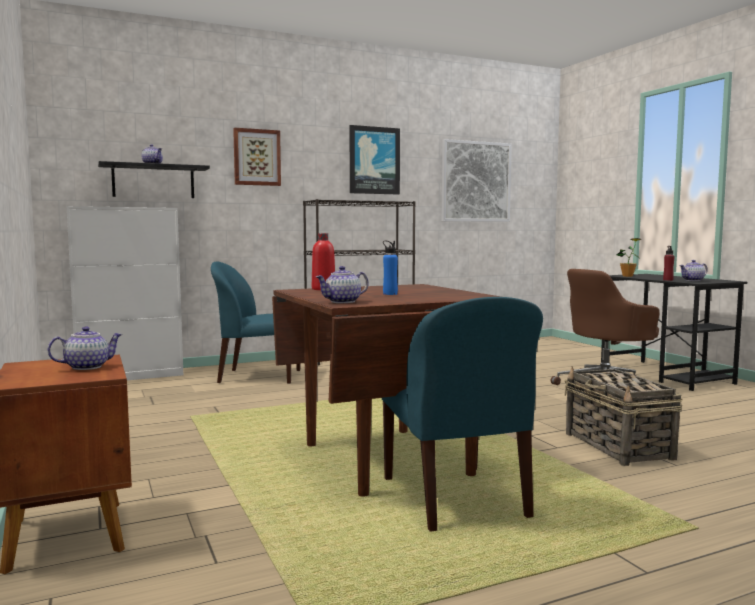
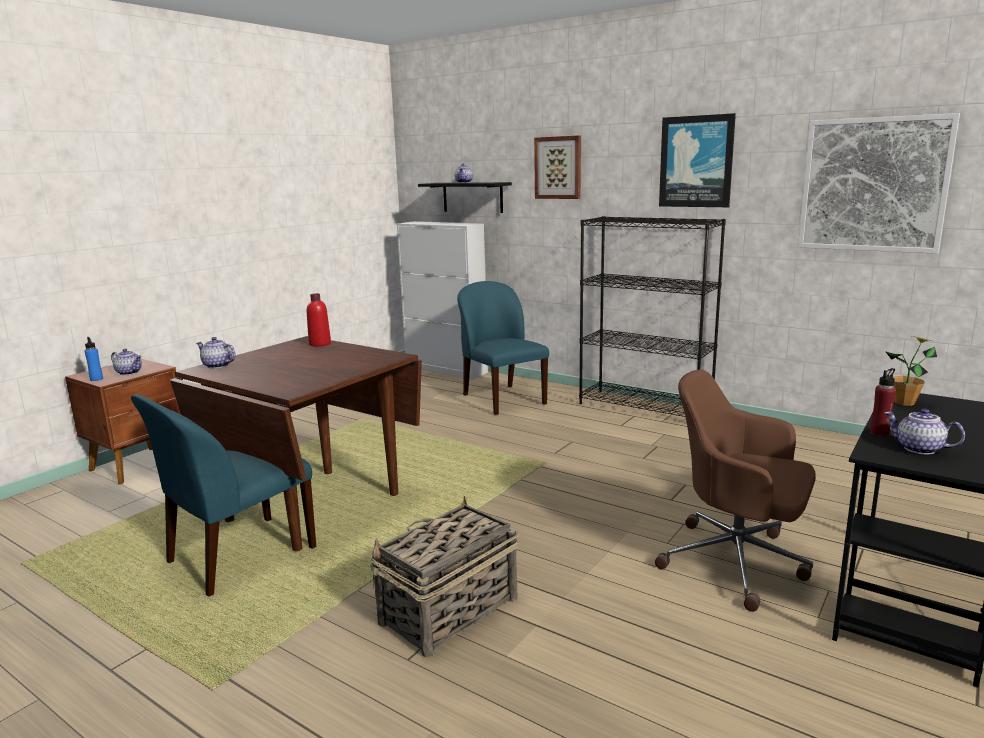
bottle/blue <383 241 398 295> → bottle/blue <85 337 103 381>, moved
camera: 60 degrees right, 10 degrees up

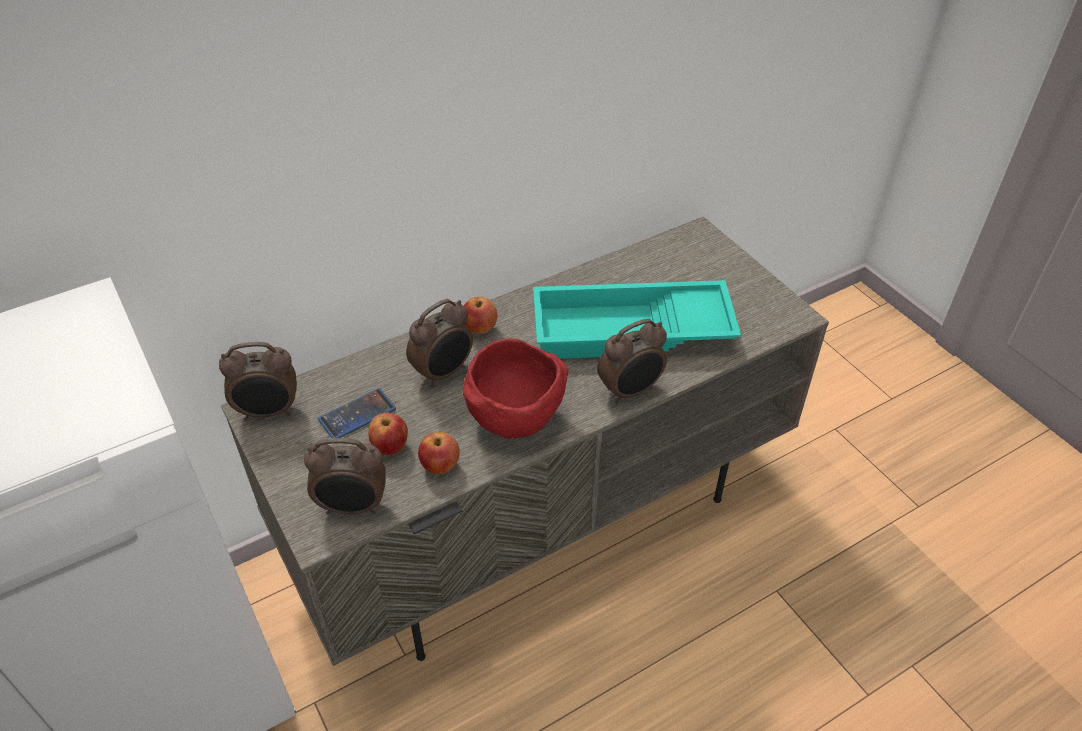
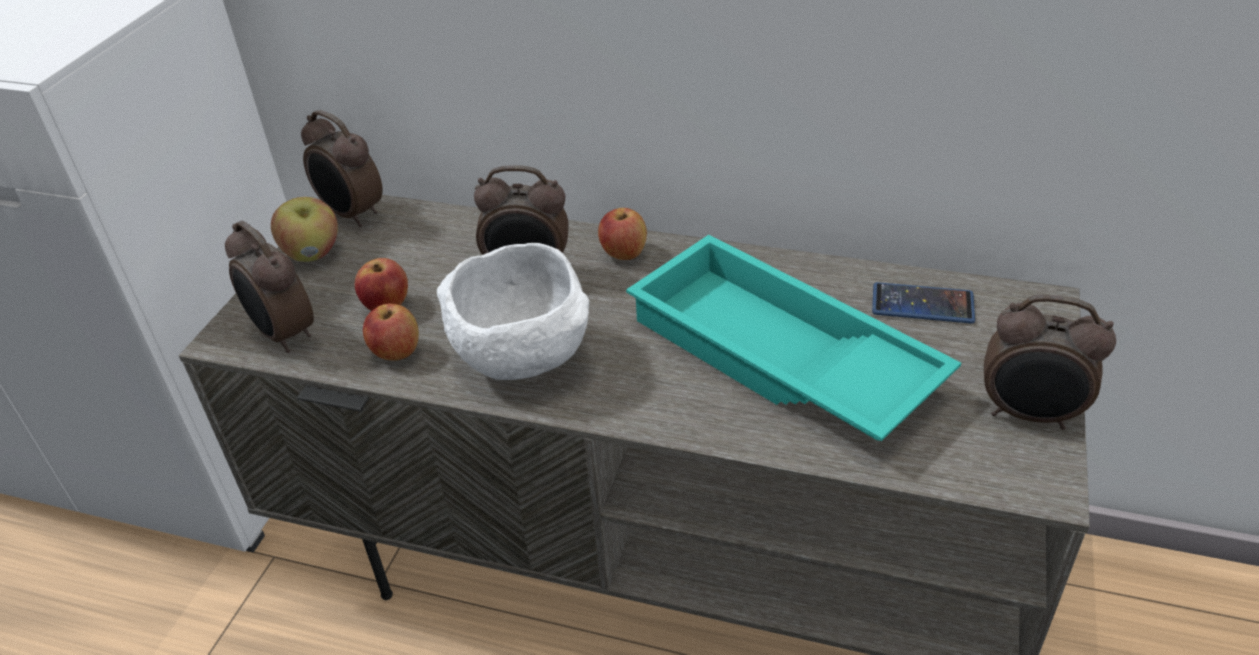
- → apple <271 197 338 262>
deep dish/red <462 338 568 438> → deep dish/white-coloured <437 243 589 380>
handset <318 388 396 438> → handset <872 282 975 324>, moved
table clock <597 319 667 404> → table clock <984 294 1116 430>, moved
camera: 50 degrees right, 5 degrees down

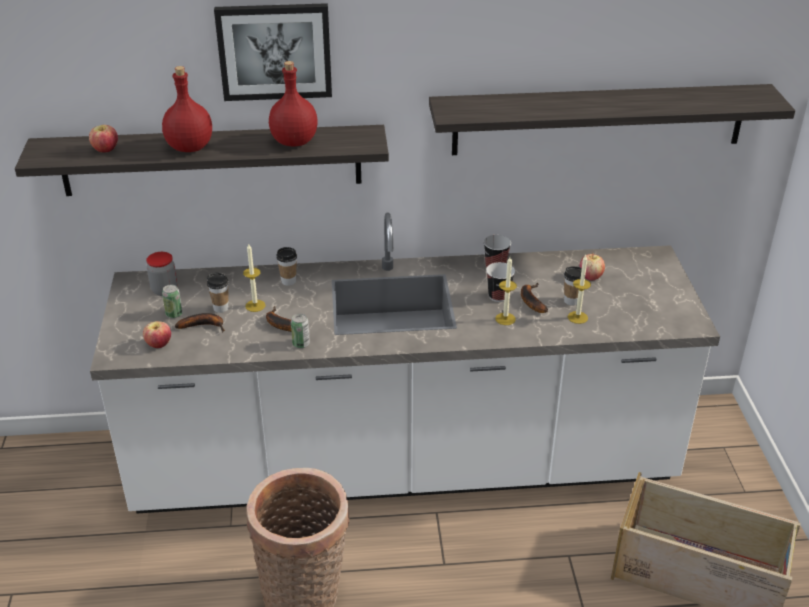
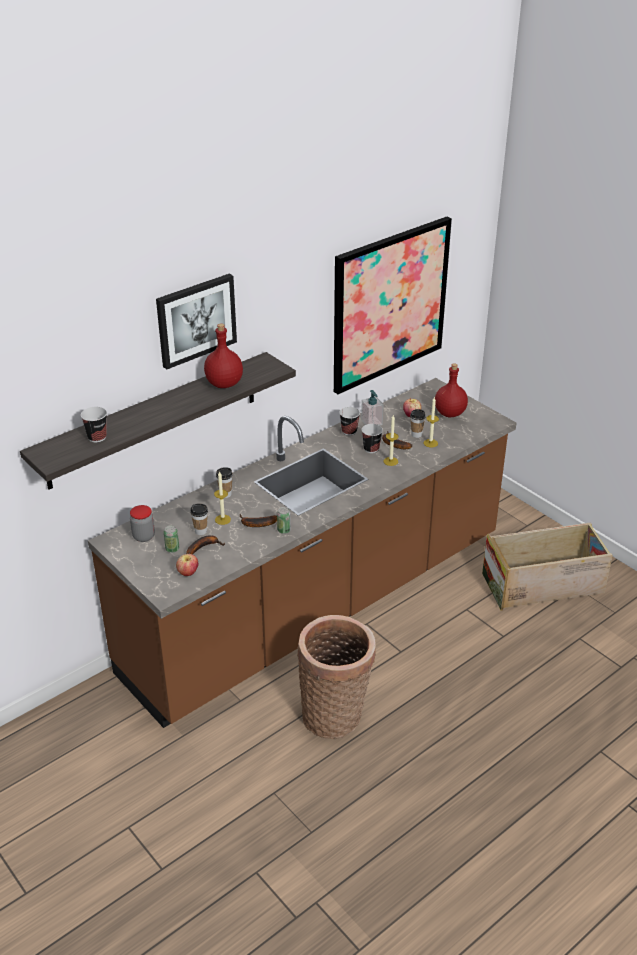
apple <89 125 118 153> → cup <81 407 107 442>
counter/white-coloured <90 212 720 513> → counter/brown <88 378 516 728>
wall shelf <429 84 795 155> → picture <334 217 452 394>
- → liquid soap bottle <361 390 384 426>
bottle/red <162 66 212 152> → bottle/red <435 363 468 417>, moved
camera: 35 degrees left, 0 degrees up

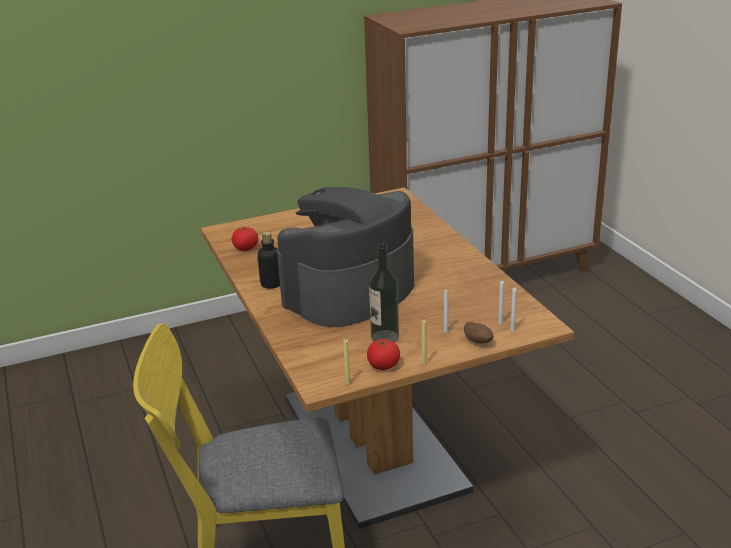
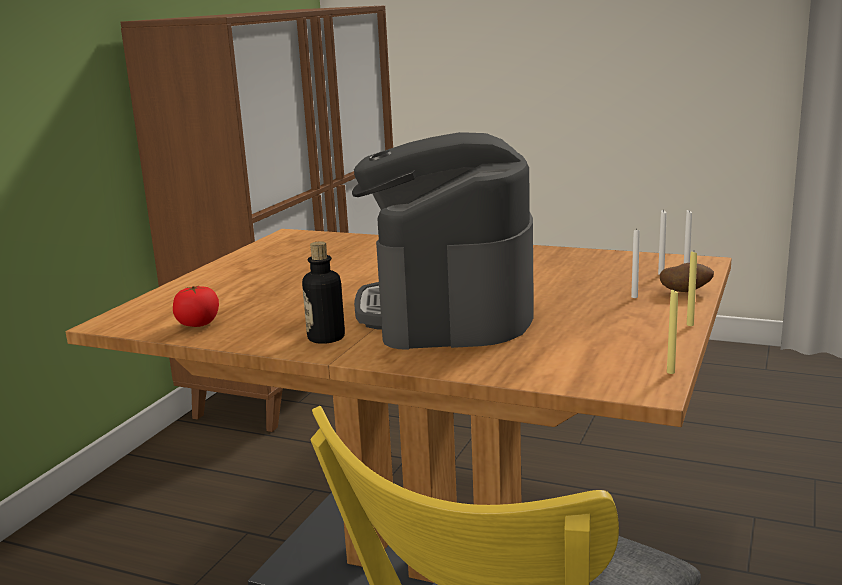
tomato <367 339 400 370> → -
bottle <369 244 399 342> → -
camera: 45 degrees left, 10 degrees down

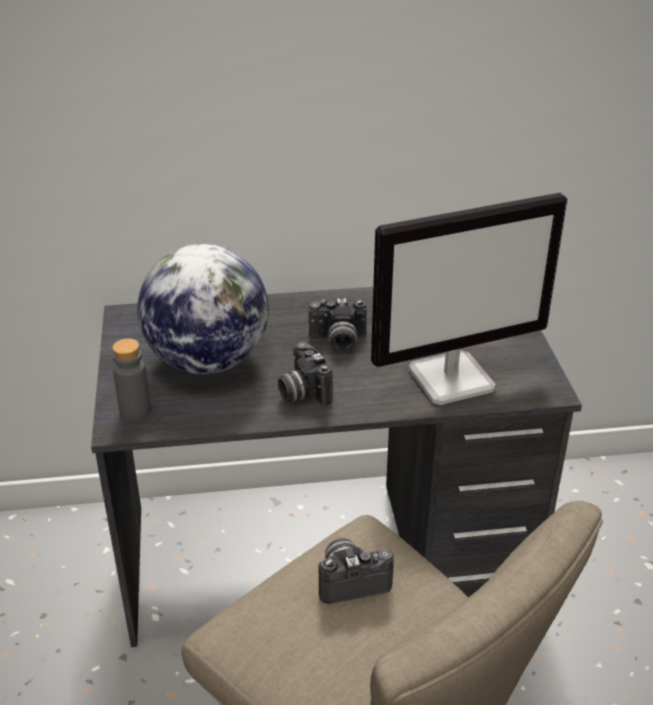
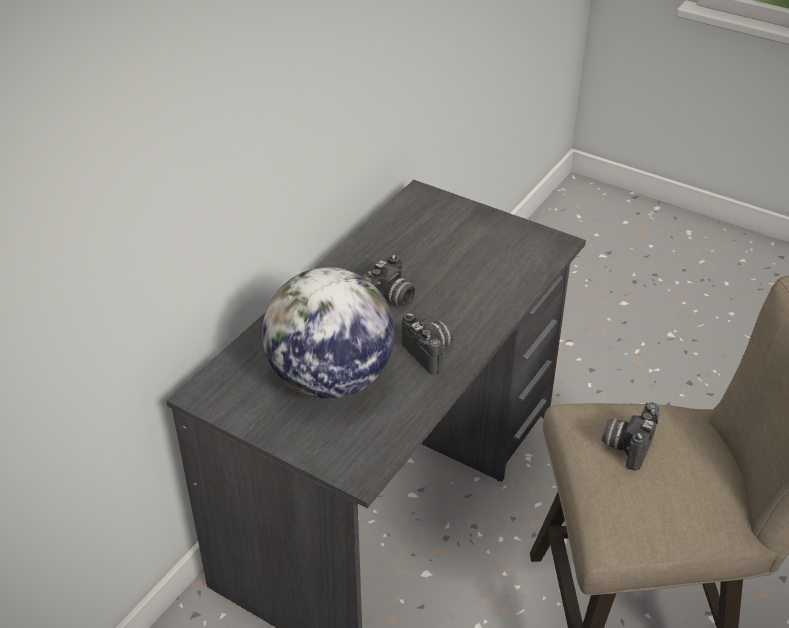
photo camera <278 342 333 406> → photo camera <401 312 454 375>, 135 degrees counterclockwise
bottle/grey <112 338 151 421> → -
computer display <371 193 567 405> → -
camera: 50 degrees left, 5 degrees up

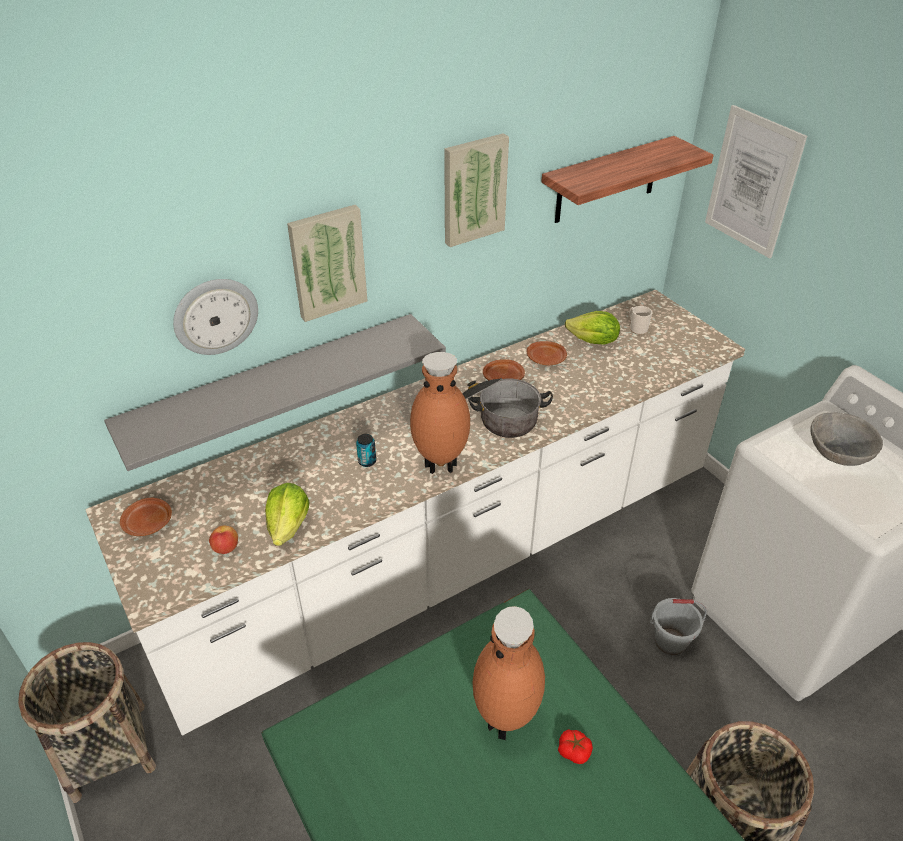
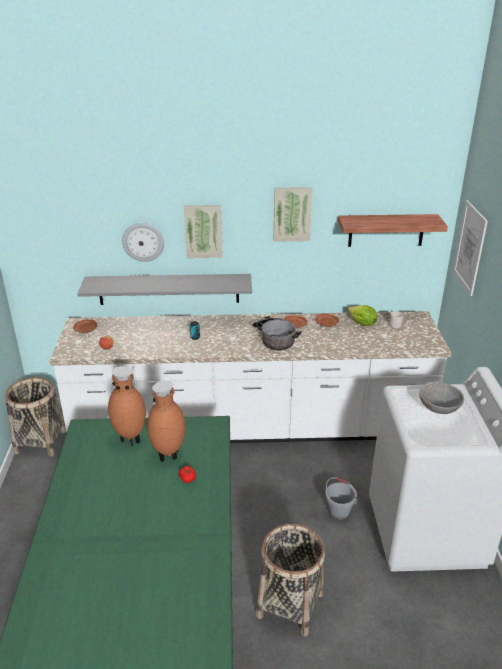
vase/brown <410 352 470 474> → vase/brown <108 366 146 446>, moved
lettuce <265 483 310 546> → -
camera: 30 degrees right, 10 degrees down

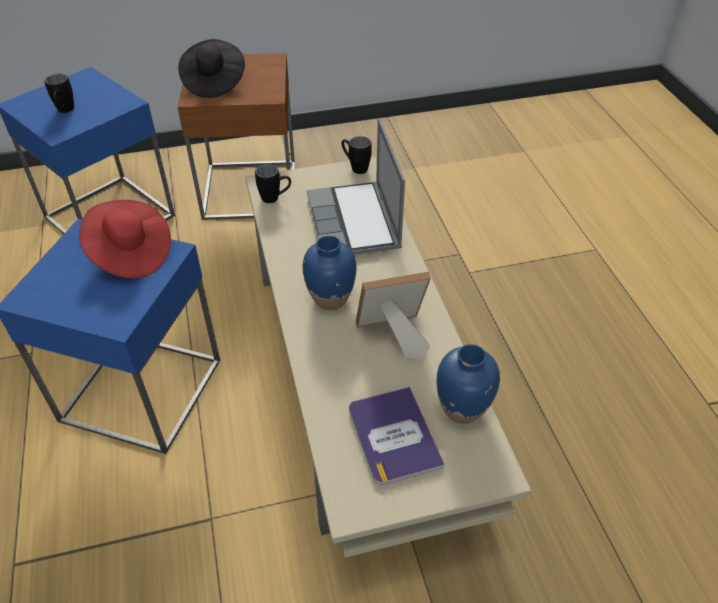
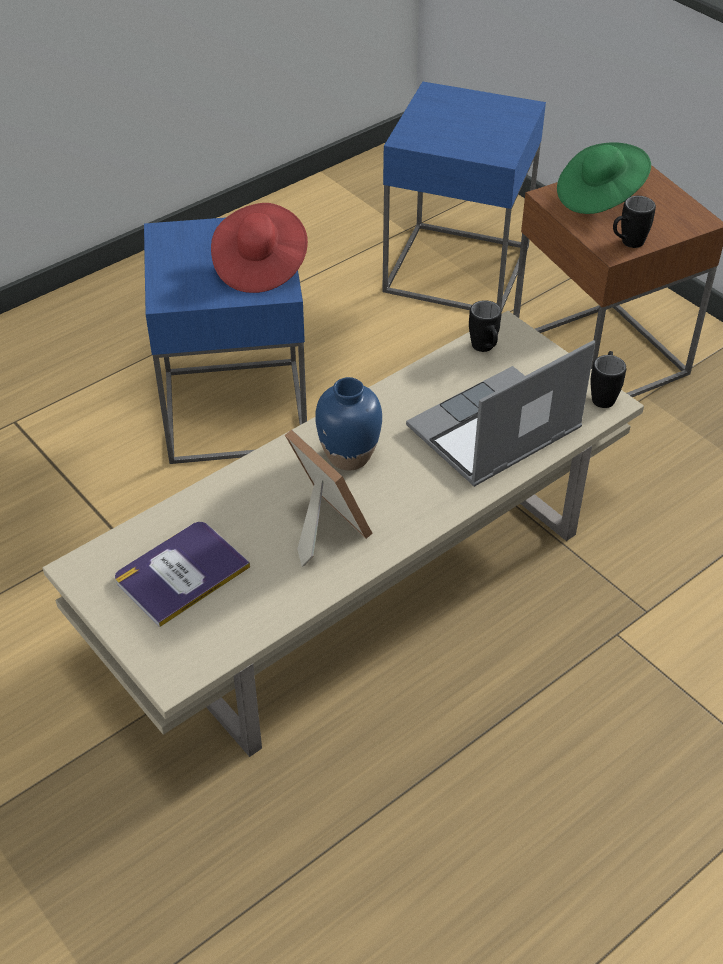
hat/black-coloured <178 39 245 98> → hat/greenish <557 142 651 214>
tea mug/black-coloured <44 74 74 113> → tea mug/black-coloured <613 196 656 248>, moved
vase/blue <436 344 500 424> → -
camera: 65 degrees right, 0 degrees up

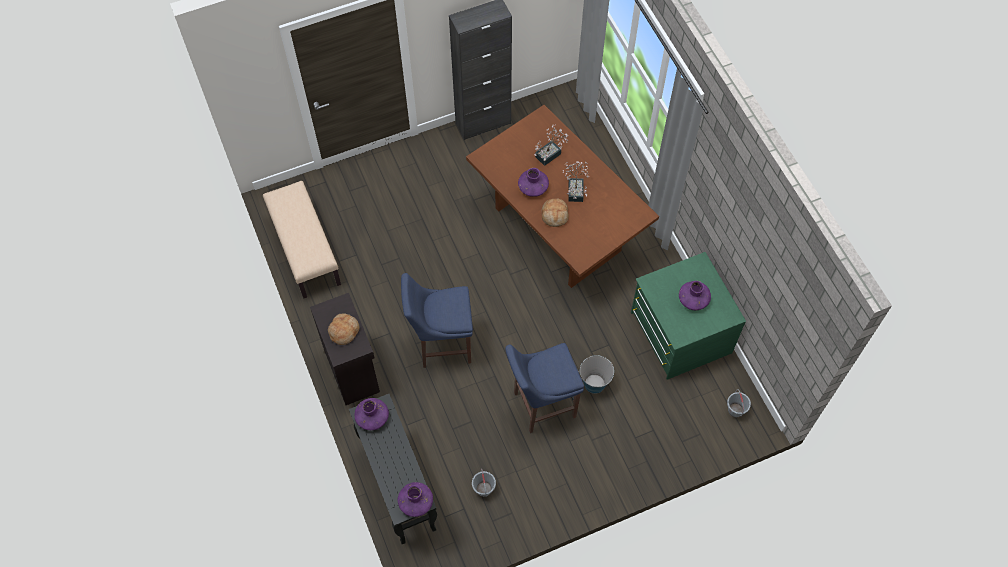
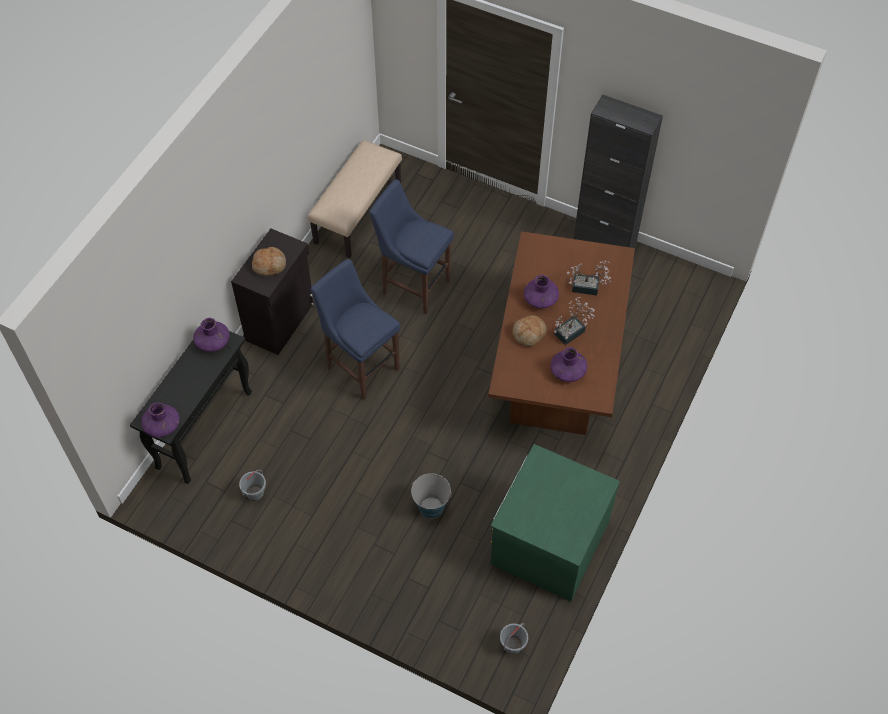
sitting stool/blue <505 343 584 433> → sitting stool/blue <369 179 454 314>, moved
vase/purple <679 281 711 310> → vase/purple <551 347 587 382>, moved
camera: 50 degrees right, 5 degrees down

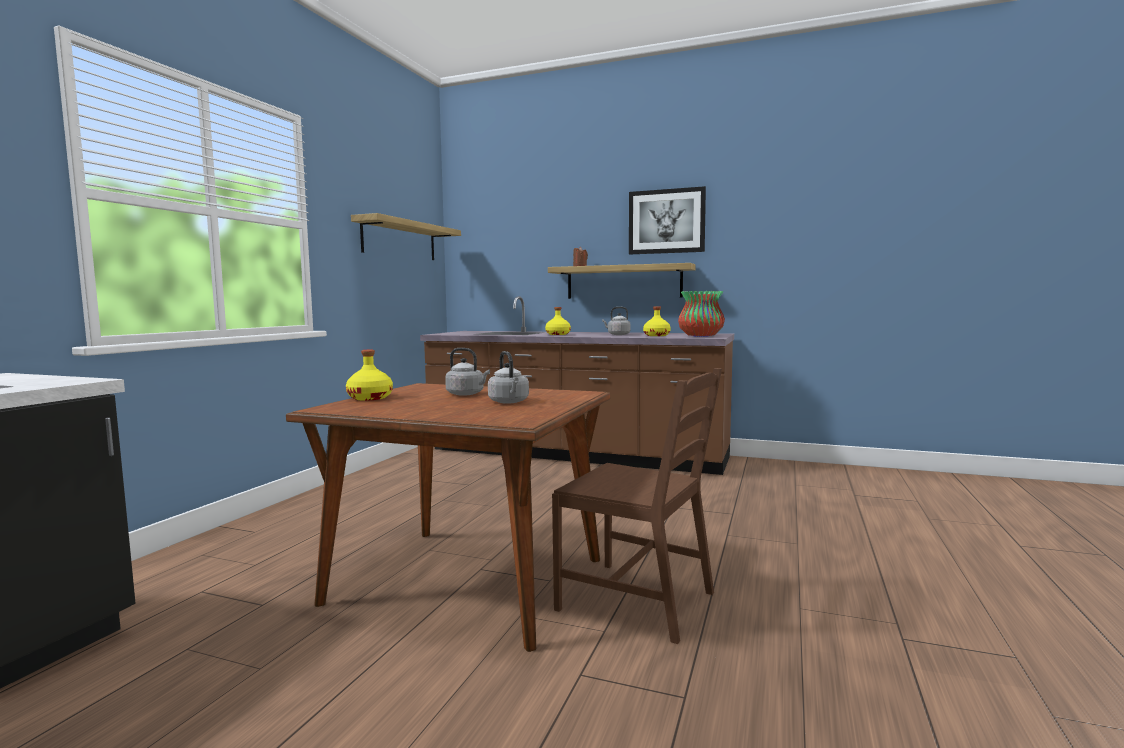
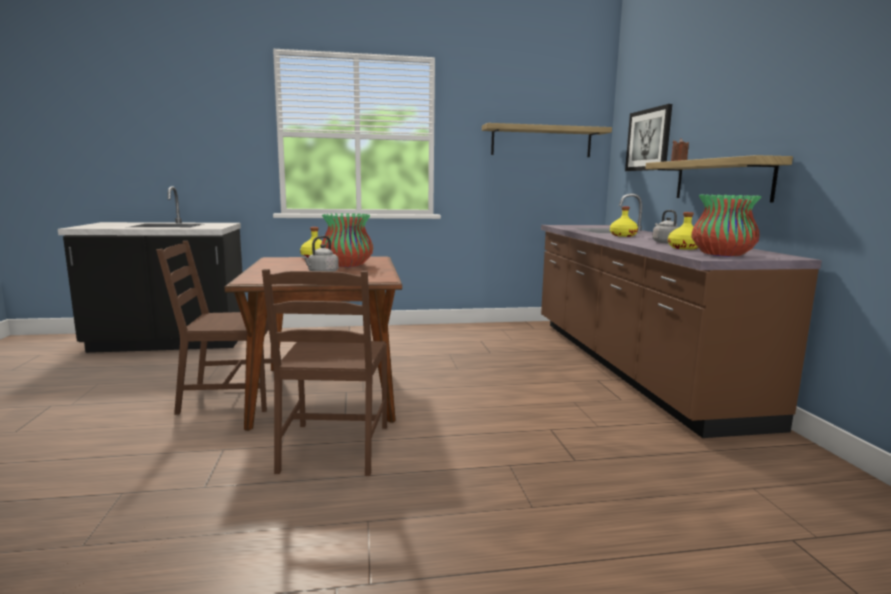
- → upright chair/brown <156 241 276 415>
tea kettle/grey <445 348 490 396> → vase <321 213 373 267>
picture <629 186 706 254> → picture <625 104 672 171>, moved
camera: 60 degrees right, 5 degrees up

